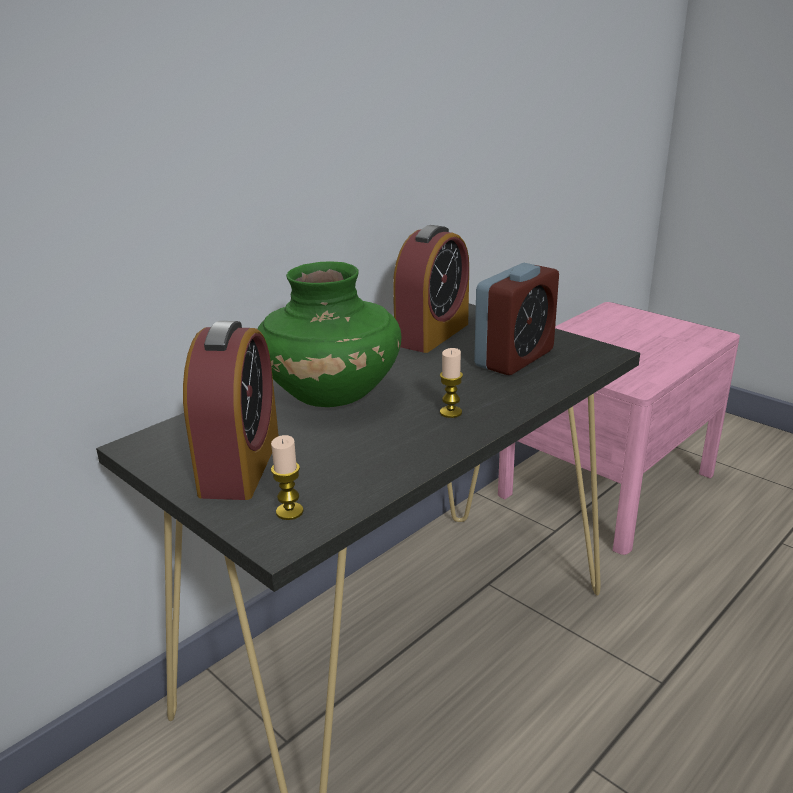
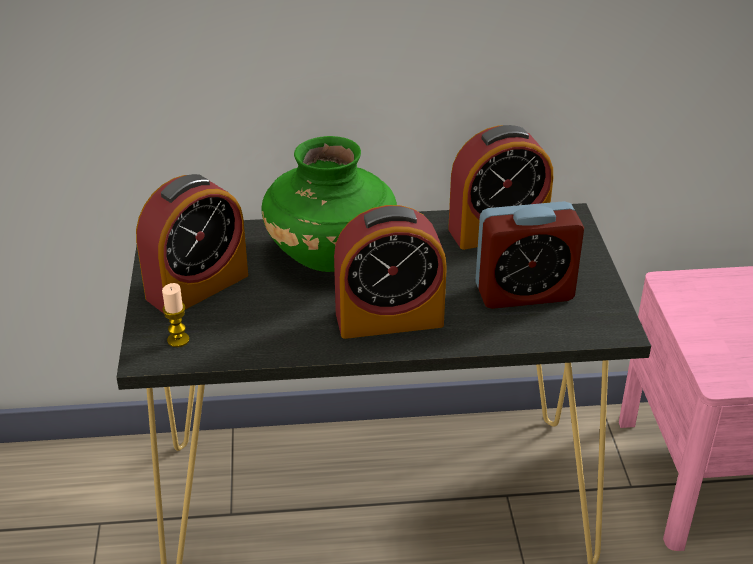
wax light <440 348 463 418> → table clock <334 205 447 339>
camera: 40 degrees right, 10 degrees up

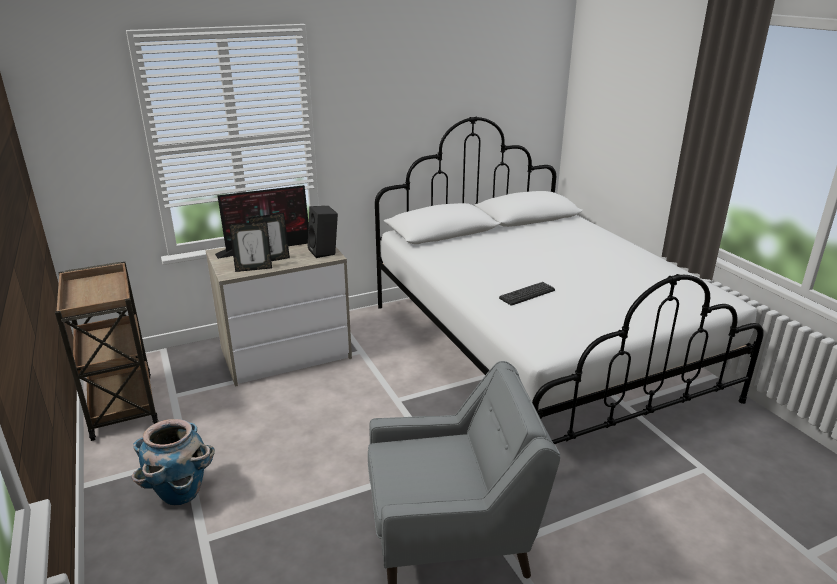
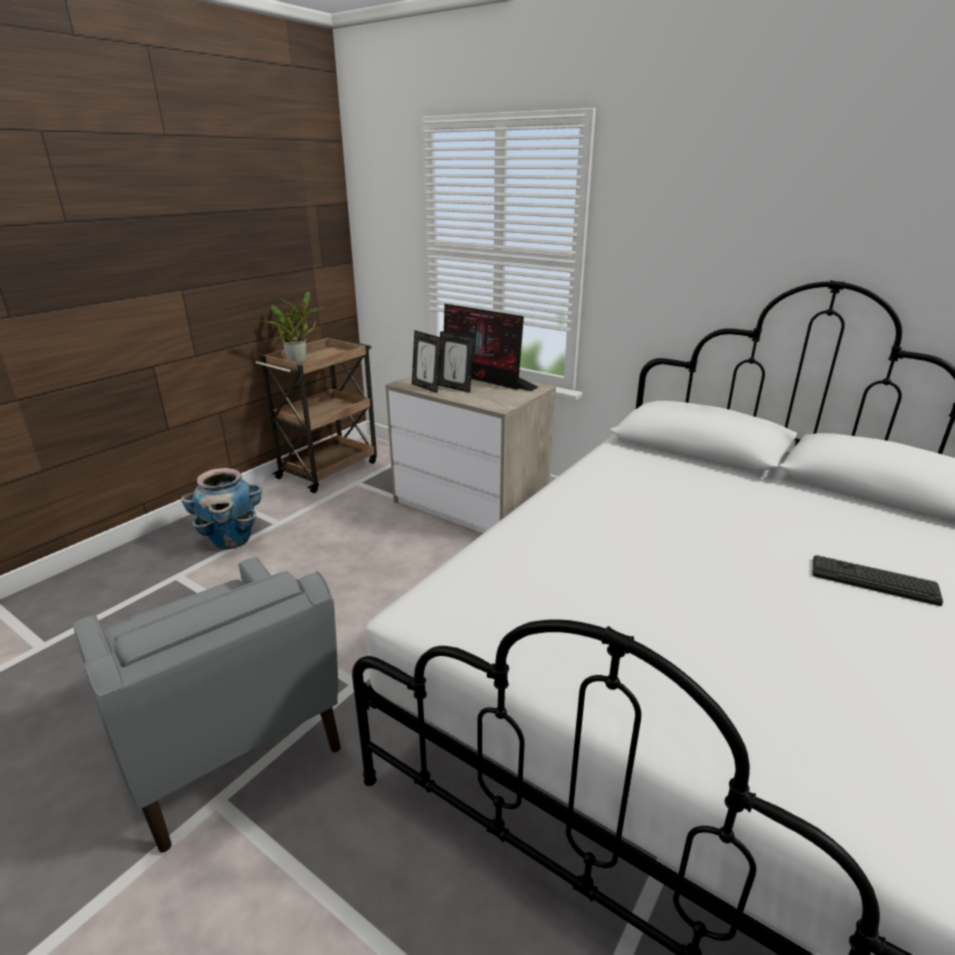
- → houseplant <256 292 324 364>
computer keyboard <499 282 555 306> → computer keyboard <813 555 943 606>, moved
audio speaker/black-coloured <308 206 338 258> → -
camera: 60 degrees right, 0 degrees up

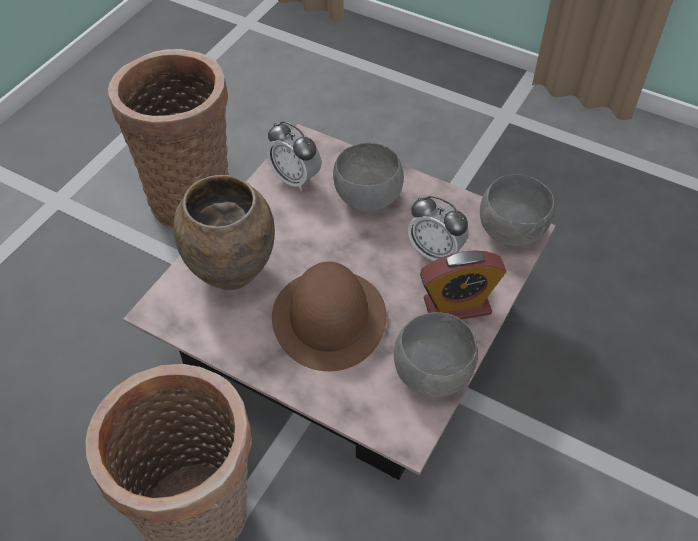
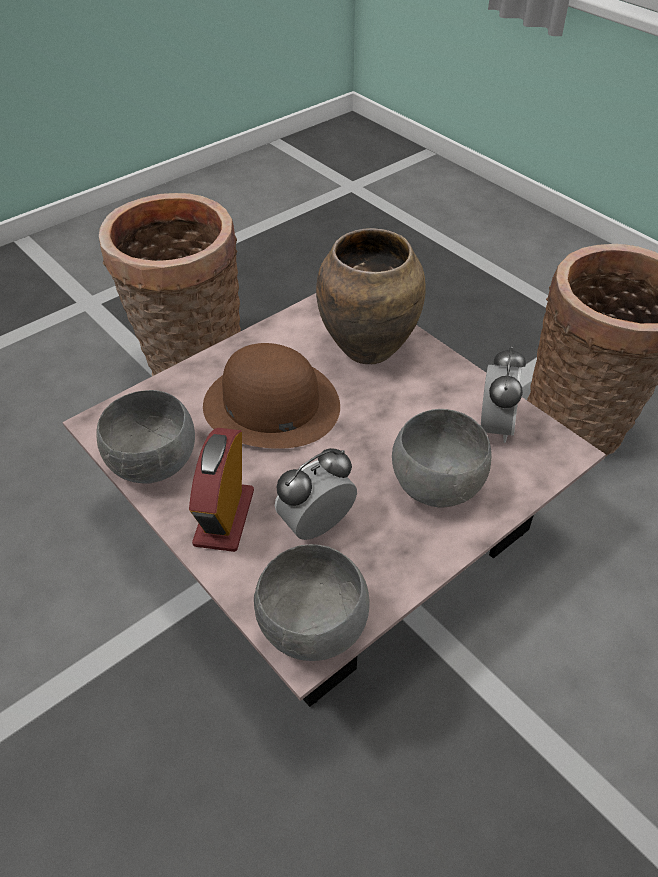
table clock <267 121 321 191> → table clock <481 346 526 443>, 135 degrees clockwise
camera: 110 degrees right, 5 degrees down

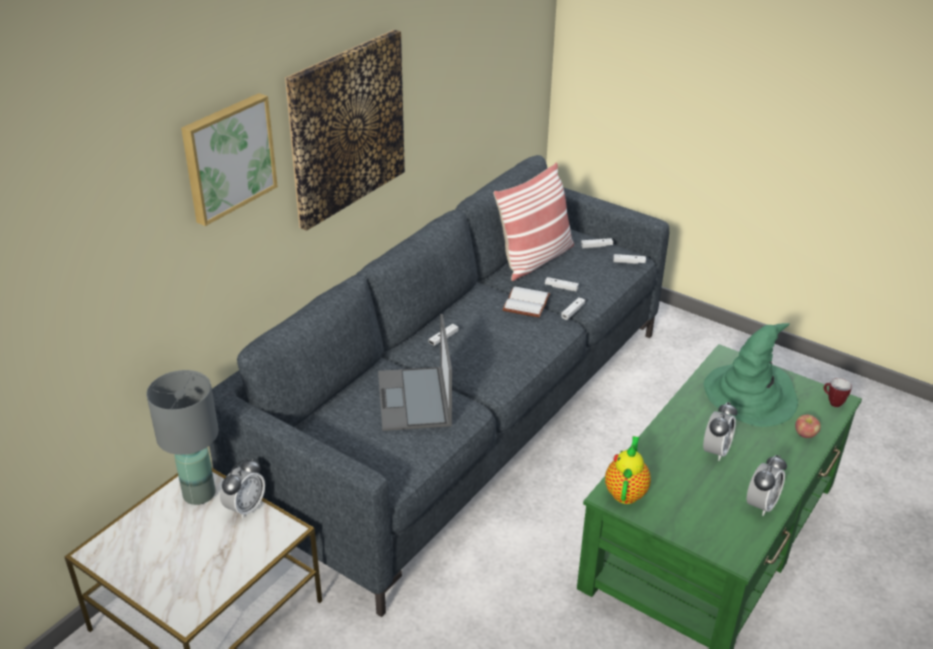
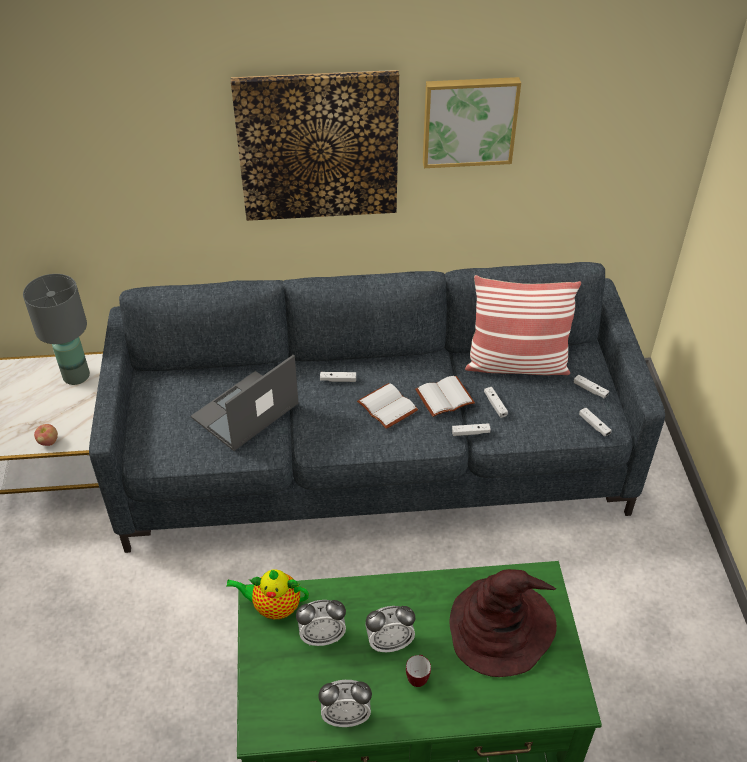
apple <795 415 821 438> → apple <34 424 58 446>, moved
teapot <605 436 651 504> → teapot <226 569 309 619>, 150 degrees counterclockwise
table clock <220 459 265 519> → table clock <296 600 346 646>, moved
- → bound book/white-coloured <357 383 418 429>
tea mug <824 378 852 407> → tea mug <406 655 431 687>, moved
picture <181 93 278 226> → picture <423 77 521 168>, moved
hat/greenish <703 323 798 427> → hat/brown <449 569 557 677>
camera: 50 degrees right, 10 degrees up

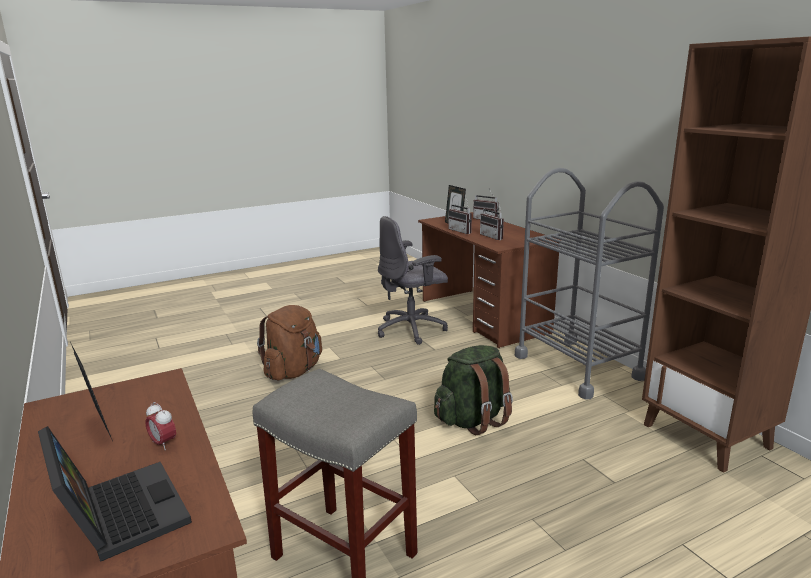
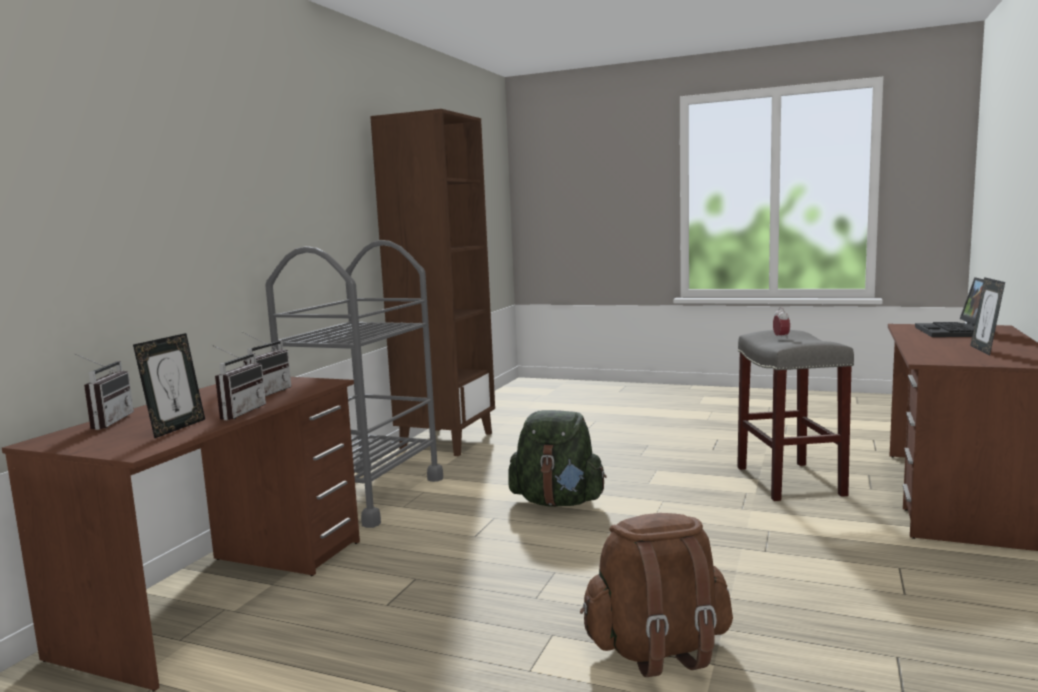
table clock <145 402 176 450> → table clock <773 307 790 339>, moved
computer chair/grey <378 216 448 345> → -
camera: 130 degrees left, 10 degrees down

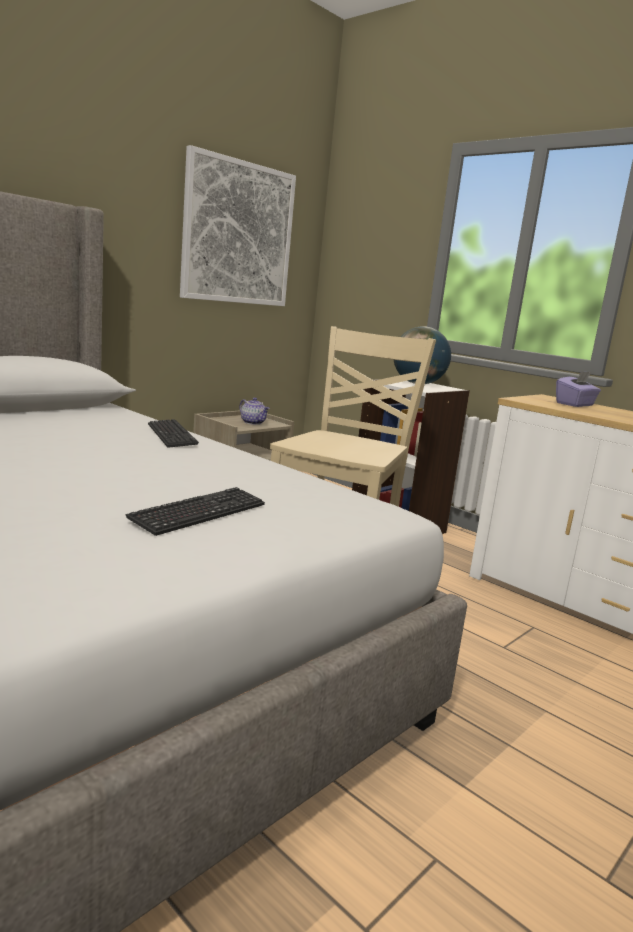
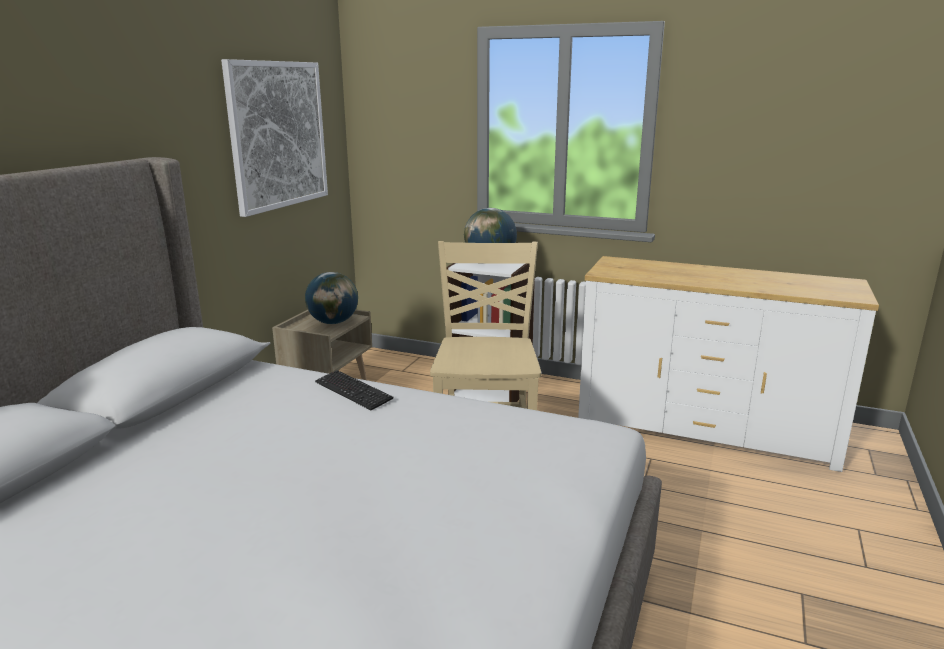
teapot <239 398 270 425> → desk globe <305 272 358 324>
computer keyboard <125 487 265 536> → -
tissue box/purple <556 371 601 407> → -
camera: 20 degrees left, 5 degrees up

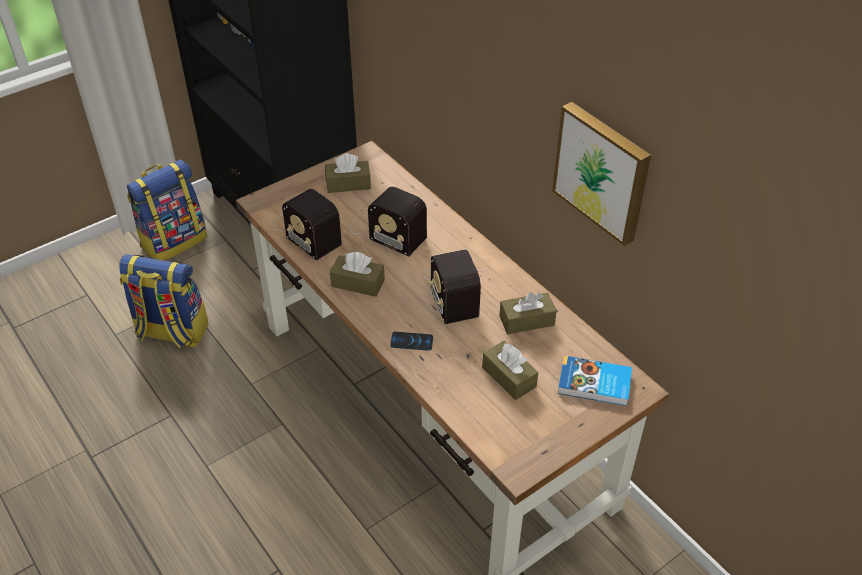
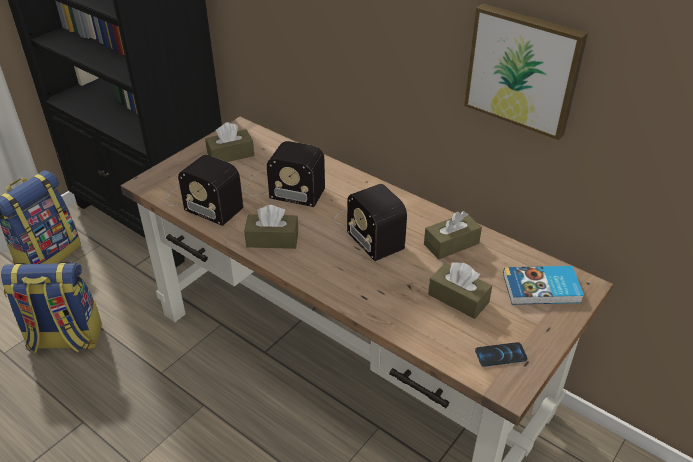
handset <390 332 433 351> → handset <475 342 527 367>, moved
camera: 15 degrees left, 5 degrees down

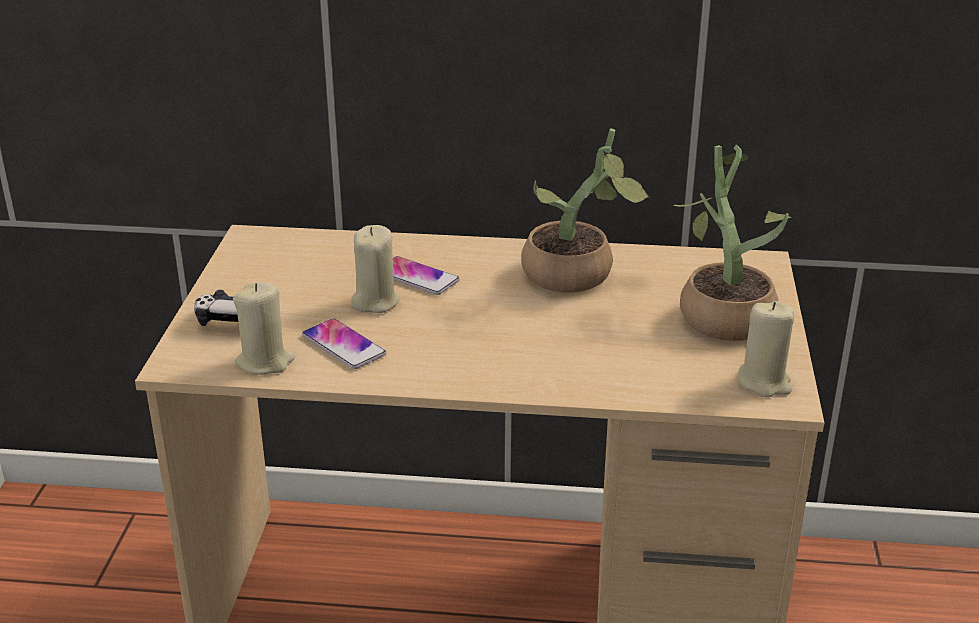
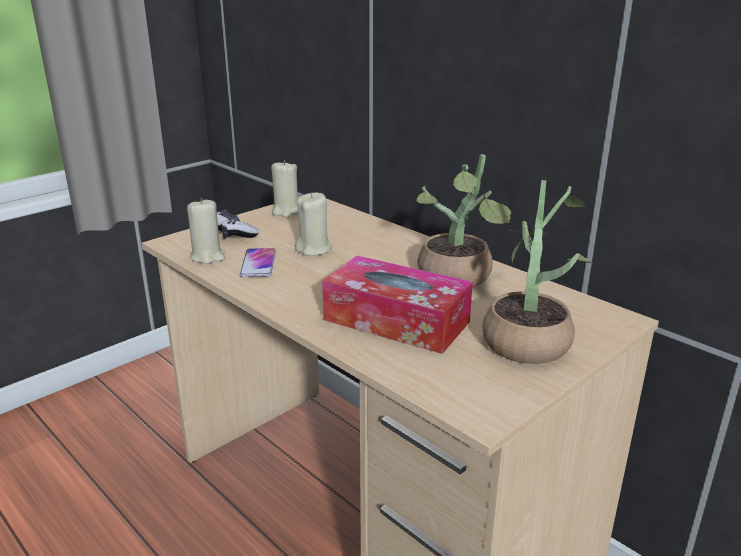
wax light/beige <738 301 794 397> → wax light/beige <271 160 299 218>, moved
- → tissue box <322 256 473 354>
handset <393 256 460 295> → -
camera: 40 degrees right, 5 degrees down

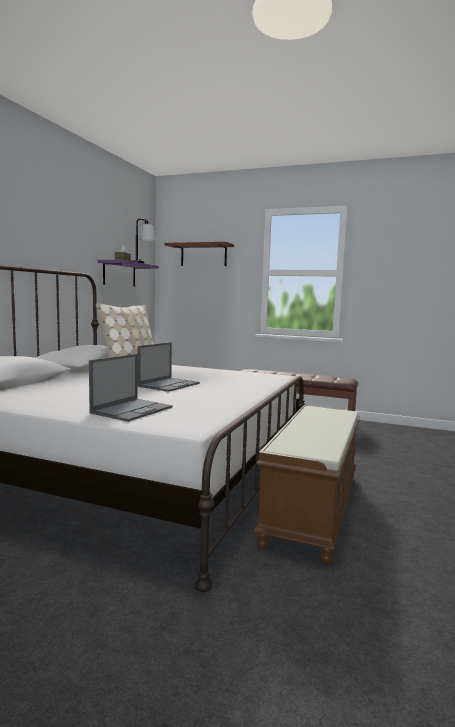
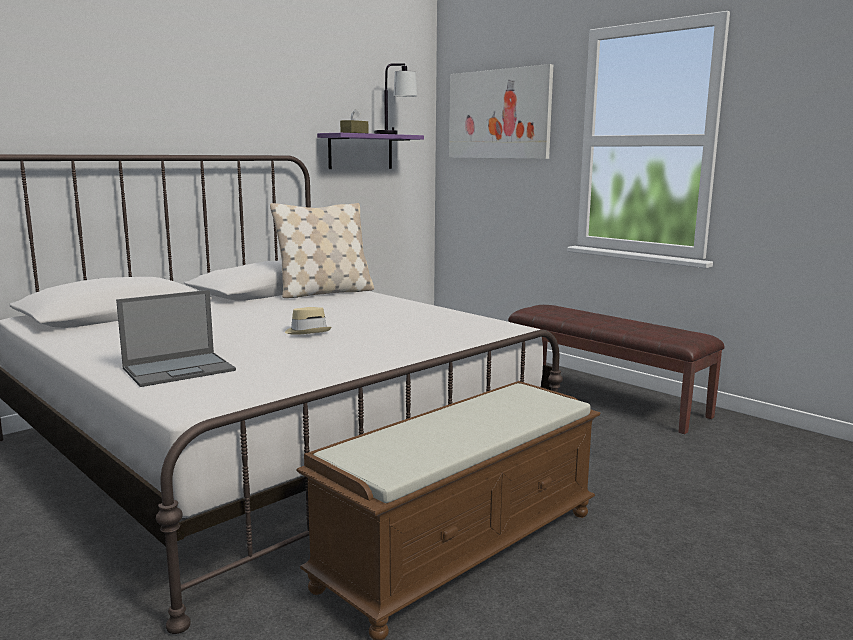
notebook computer <137 342 200 392> → hat/beige <285 307 332 335>
wall shelf/brown <164 242 234 266> → picture <449 64 553 159>
camera: 25 degrees right, 5 degrees up

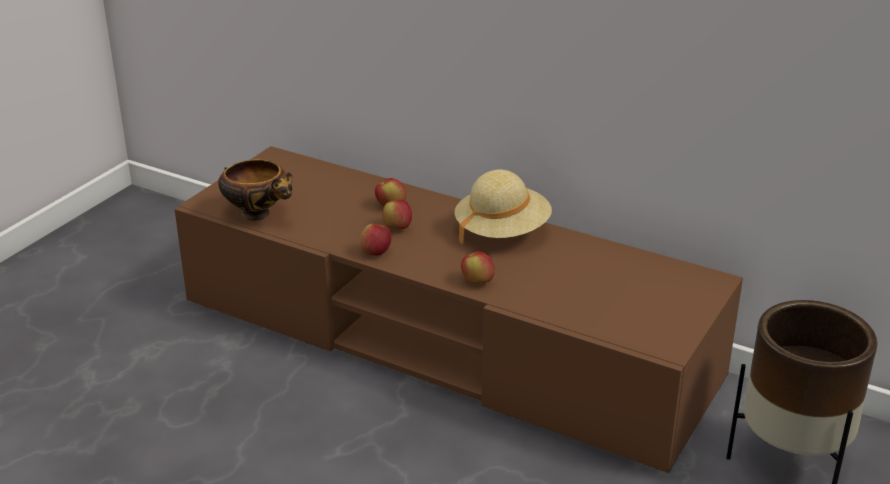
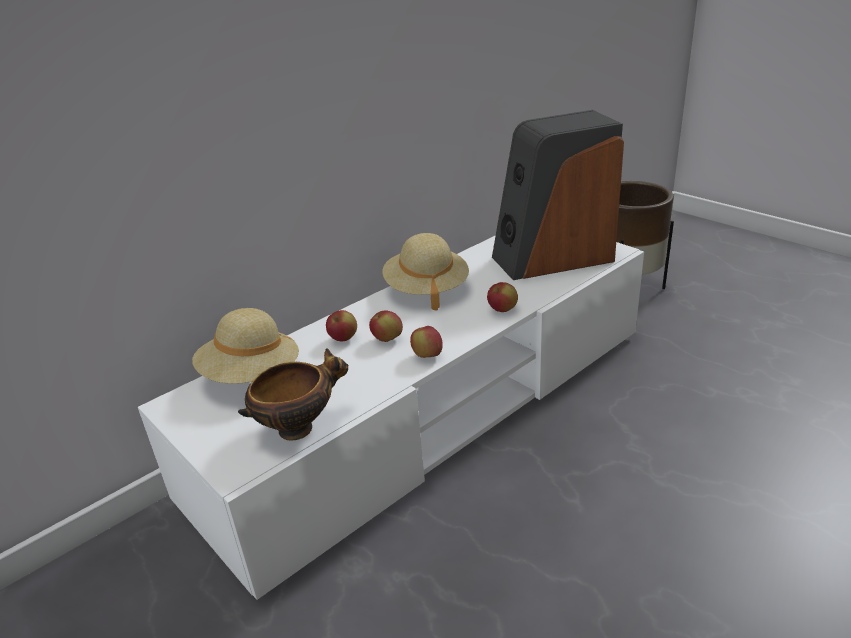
media console/brown <175 146 743 473> → media console/white-coloured <138 235 644 600>
- → hat/beige <192 308 299 384>
- → audio speaker <492 110 624 280>
camera: 70 degrees left, 0 degrees up

